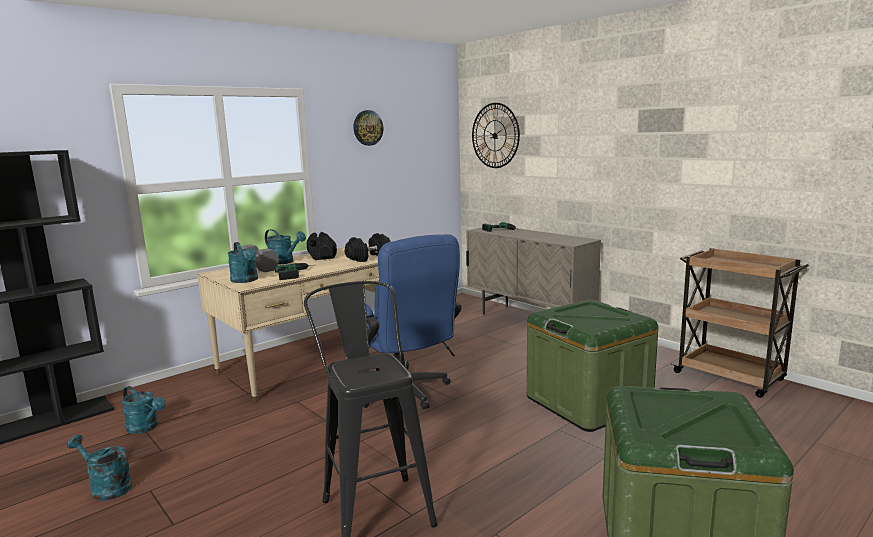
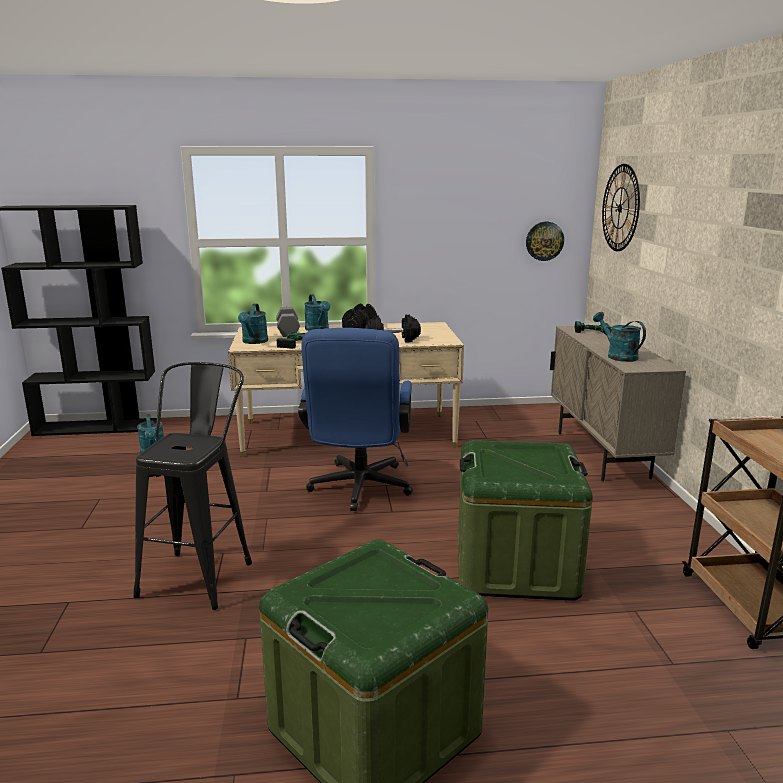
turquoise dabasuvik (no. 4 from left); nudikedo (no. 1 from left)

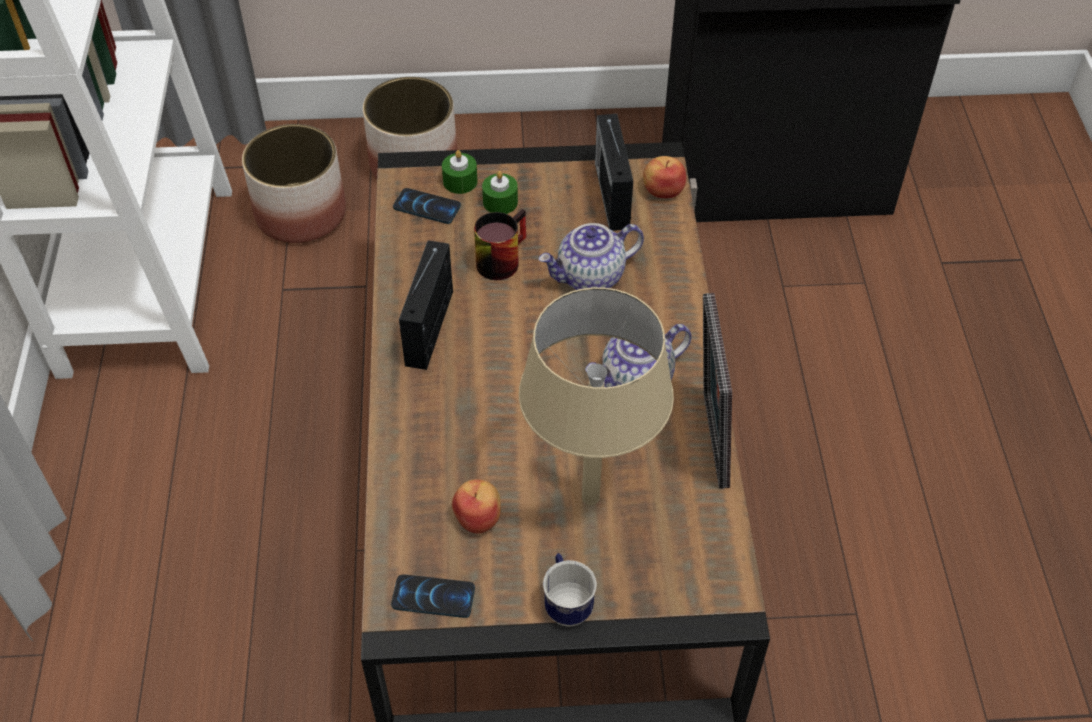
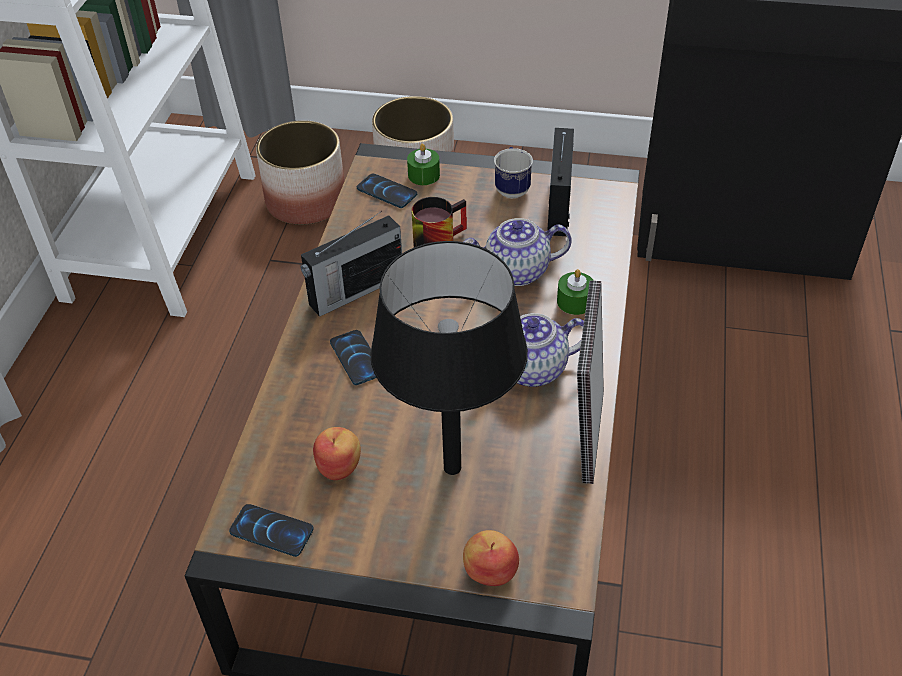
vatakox (no. 1 from left); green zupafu (no. 2 from left); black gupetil; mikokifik (no. 2 from left); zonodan (no. 2 from left); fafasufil (no. 2 from left)

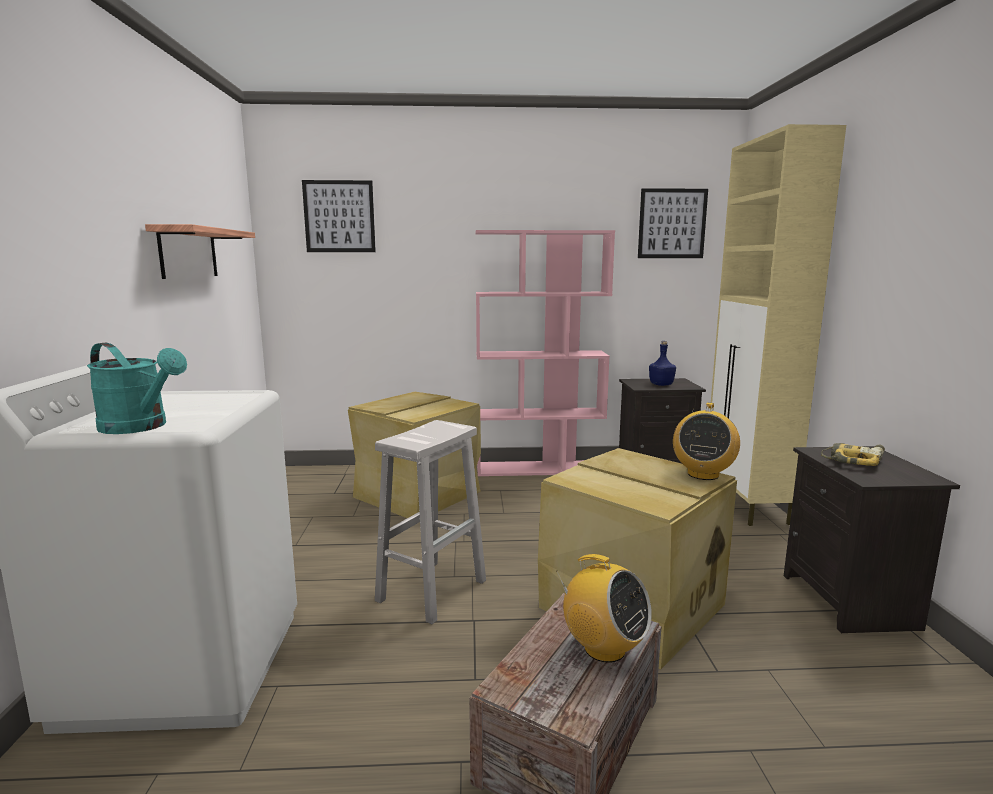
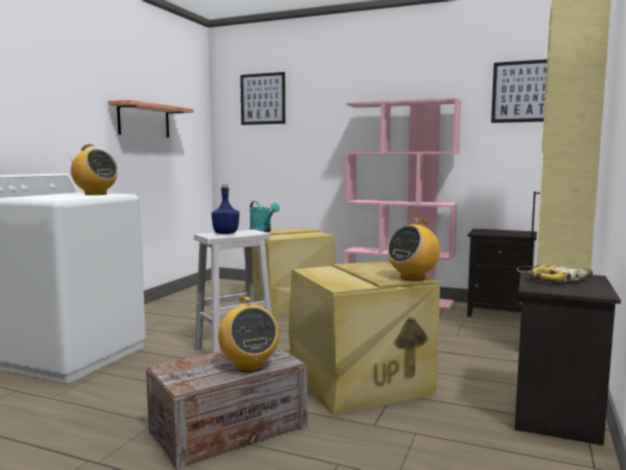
turquoise dabasuvik; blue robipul; vatakox (no. 1 from left)

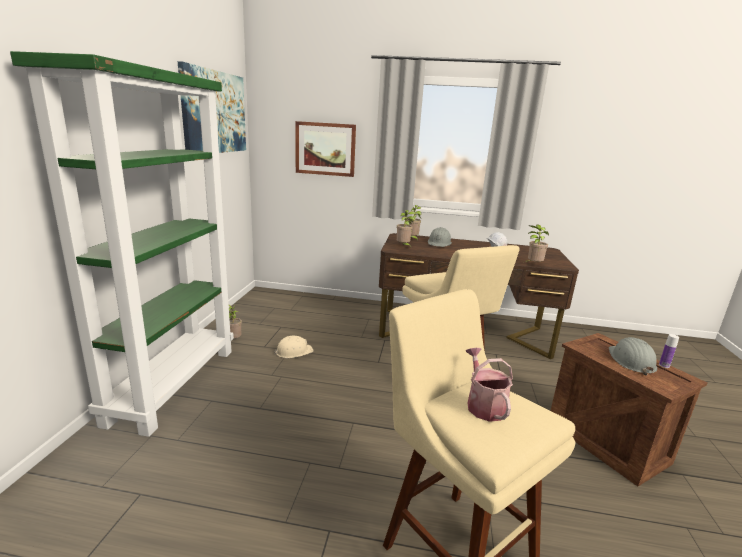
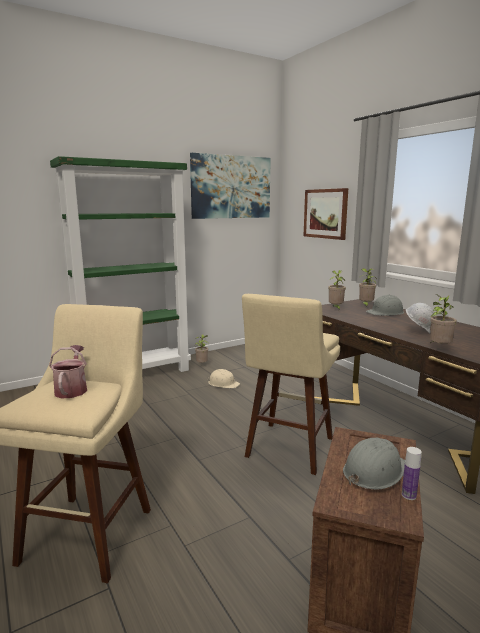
dabasuvik

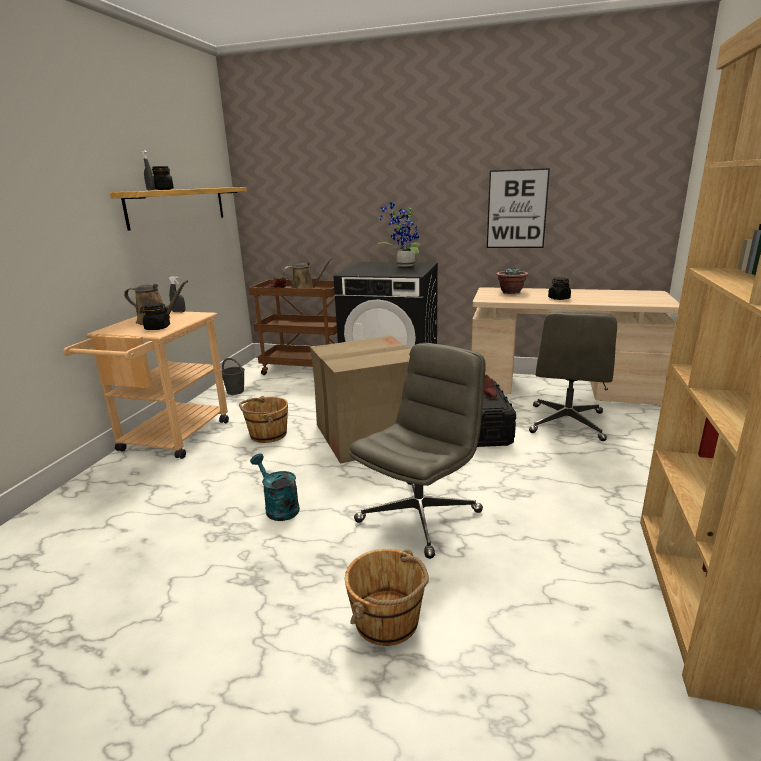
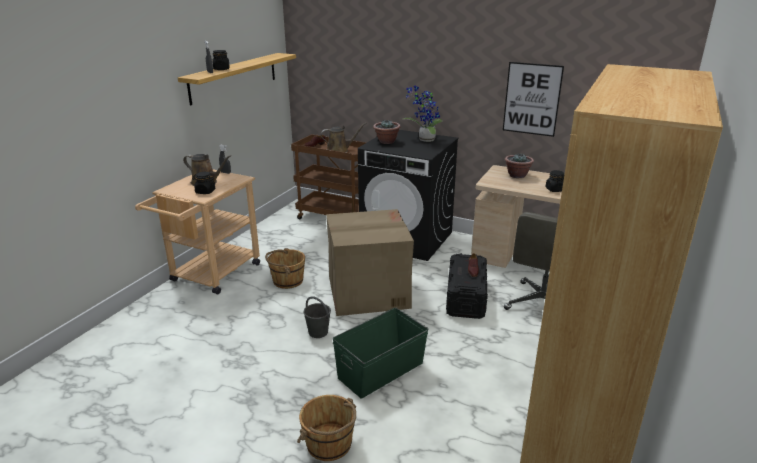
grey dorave; turquoise dabasuvik; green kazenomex; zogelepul (no. 1 from left)

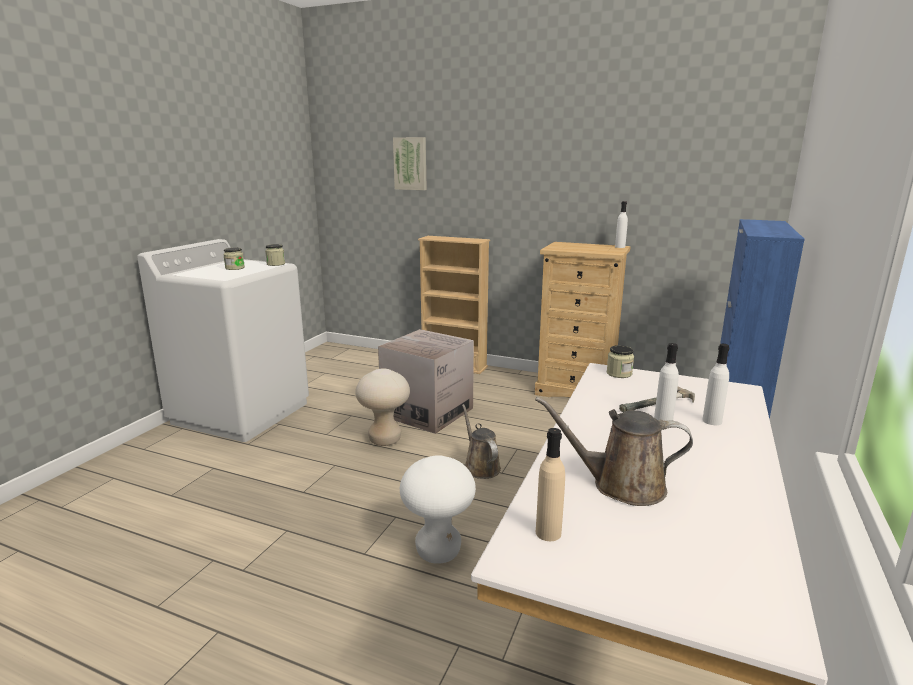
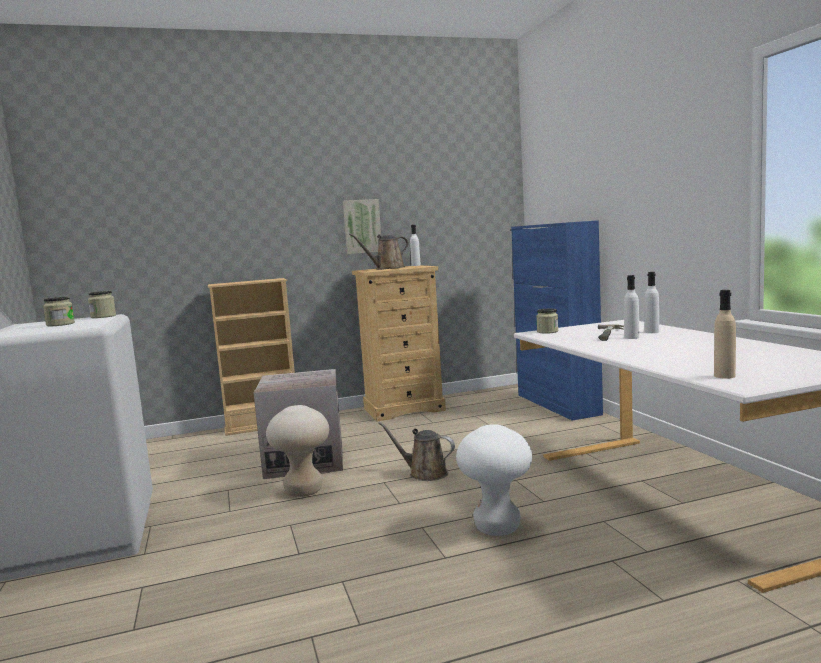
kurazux; brown dabasuvik (no. 1 from left)

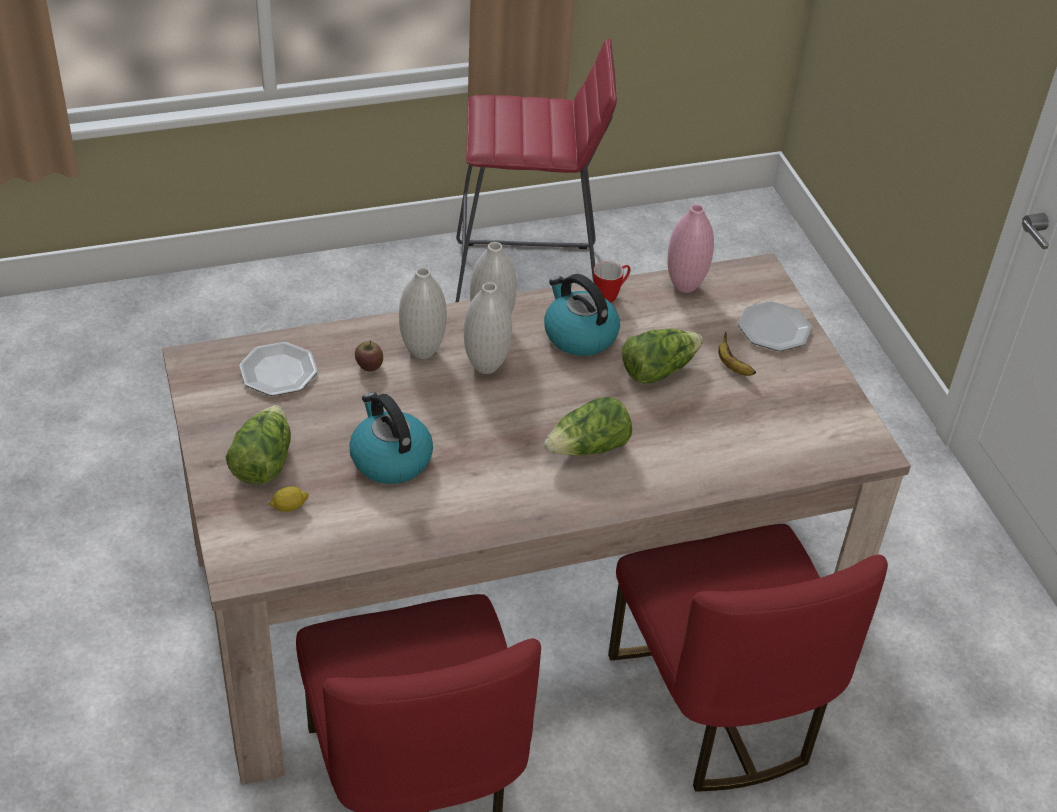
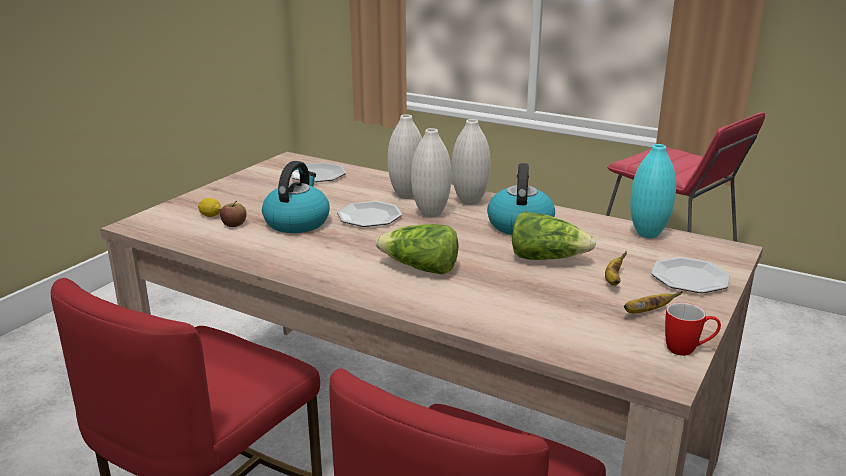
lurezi (no. 1 from left in the first image); zonodan; mikokifik; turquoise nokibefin; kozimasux (no. 2 from left); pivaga (no. 2 from left)

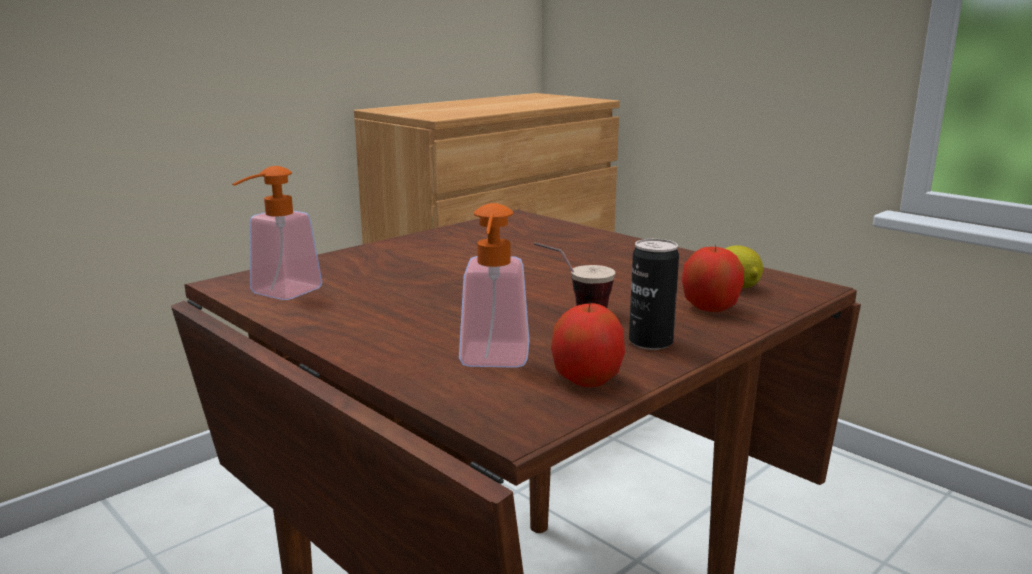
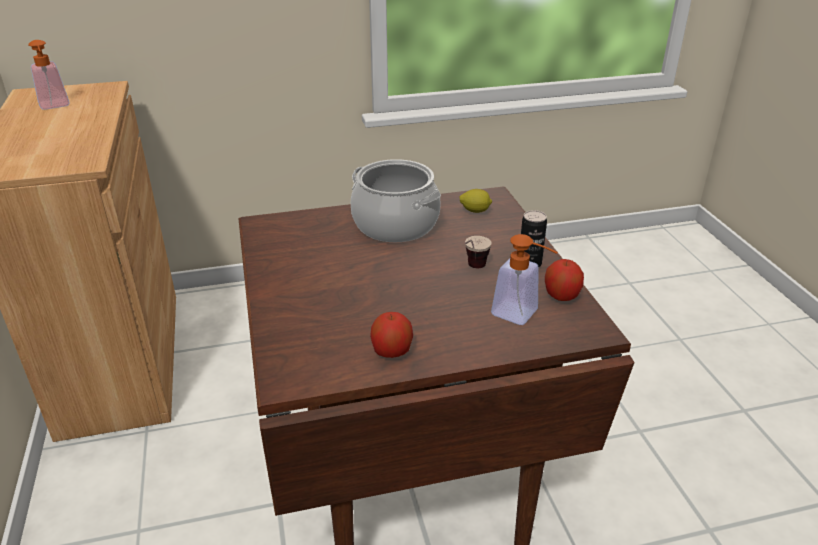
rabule (no. 1 from left); zonodan (no. 1 from left); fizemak

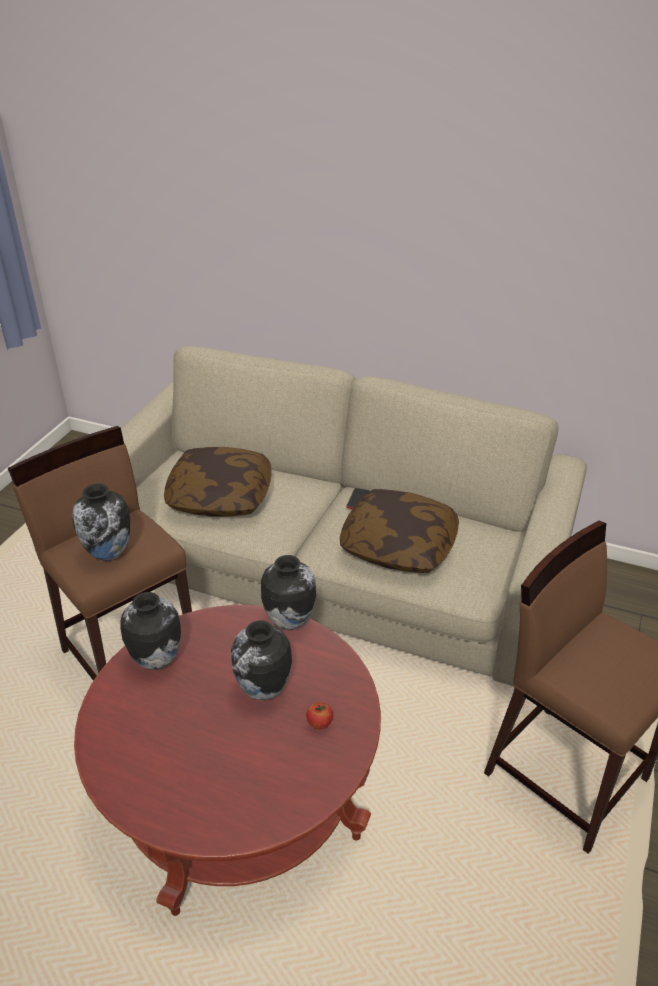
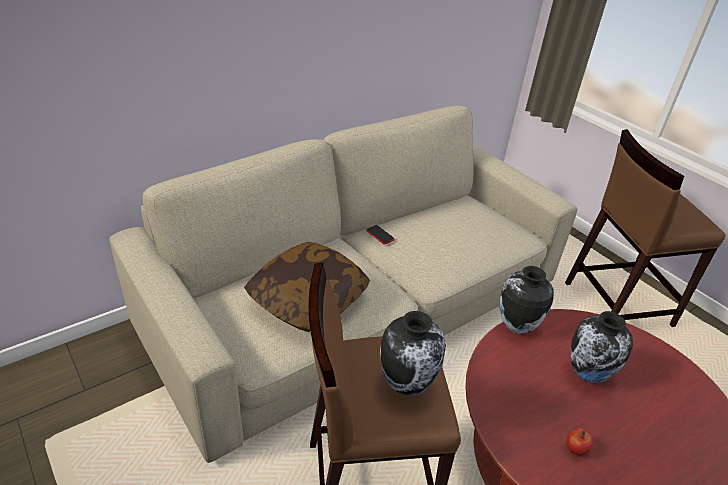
nokibefin (no. 2 from left in the first image); zonodan; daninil (no. 2 from left in the first image)

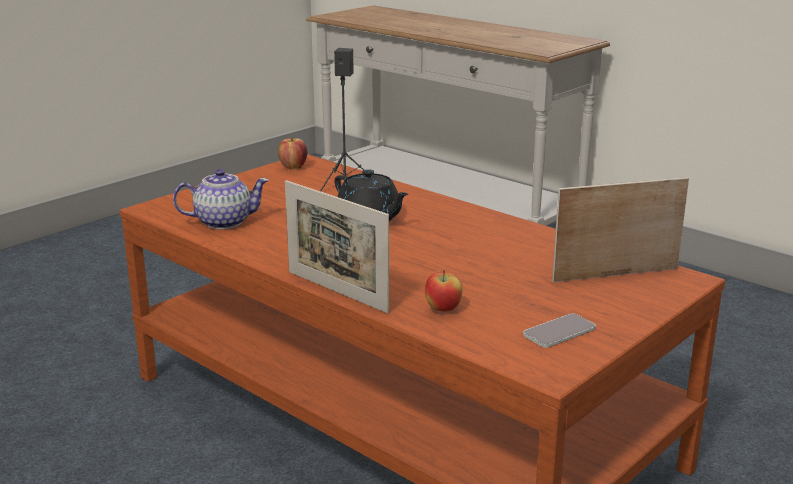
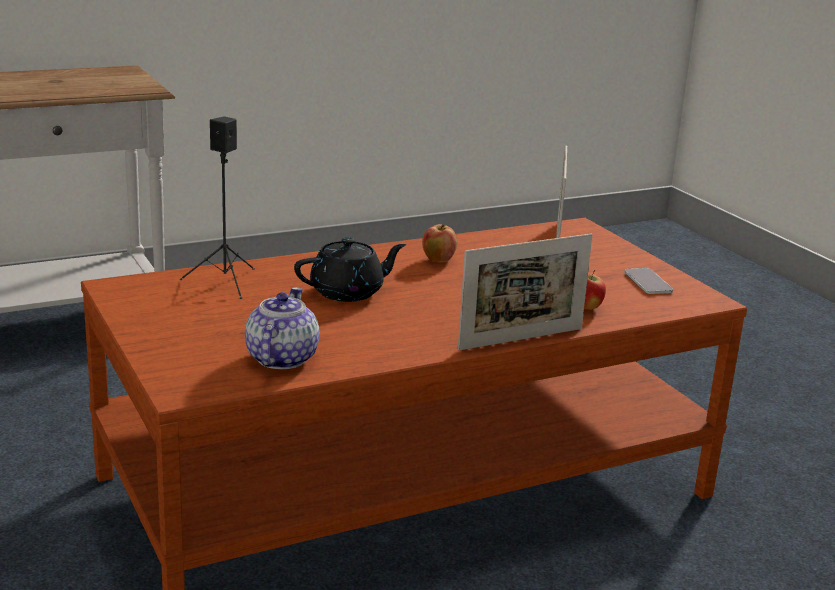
zonodan (no. 1 from left)

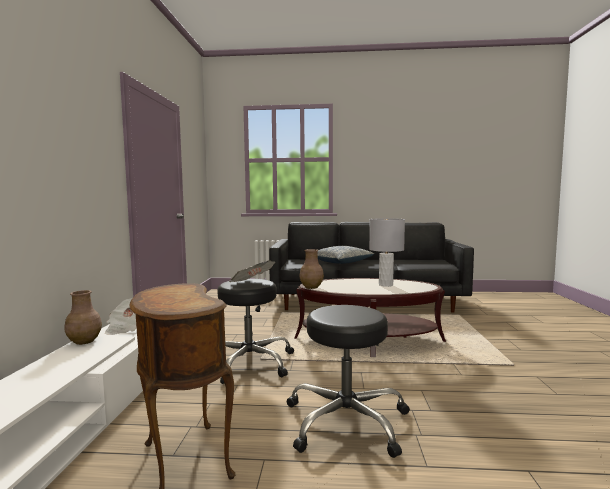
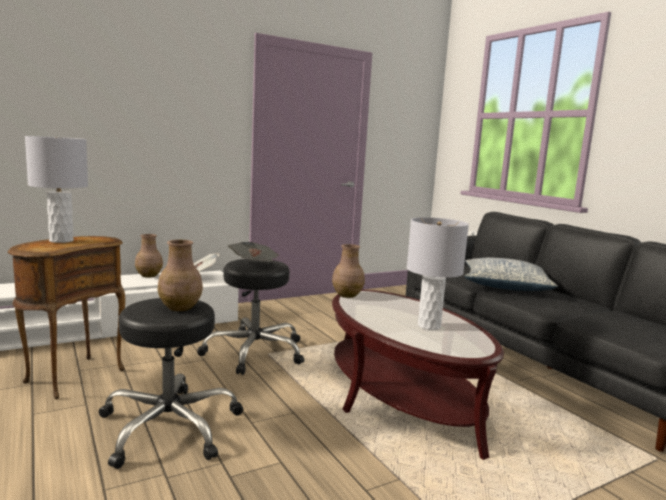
grey gupetil (no. 1 from left); brown nokibefin (no. 2 from left)

